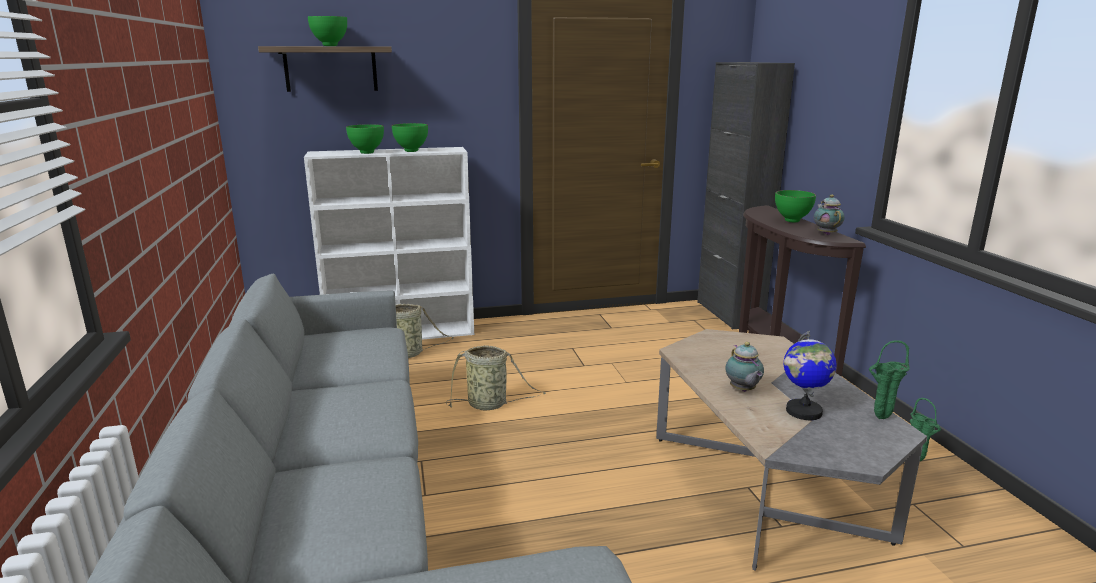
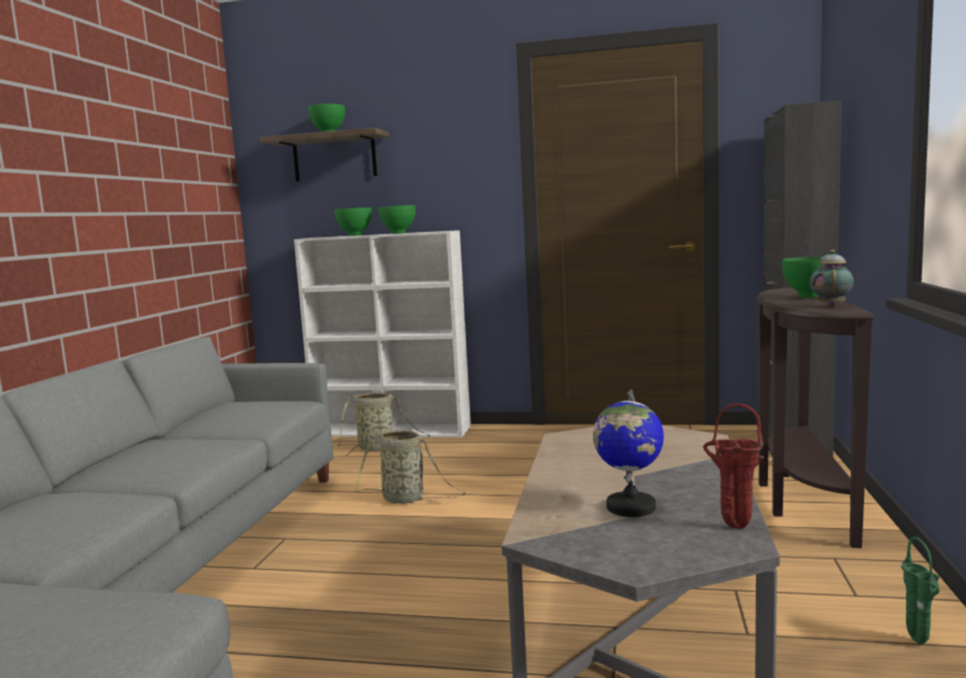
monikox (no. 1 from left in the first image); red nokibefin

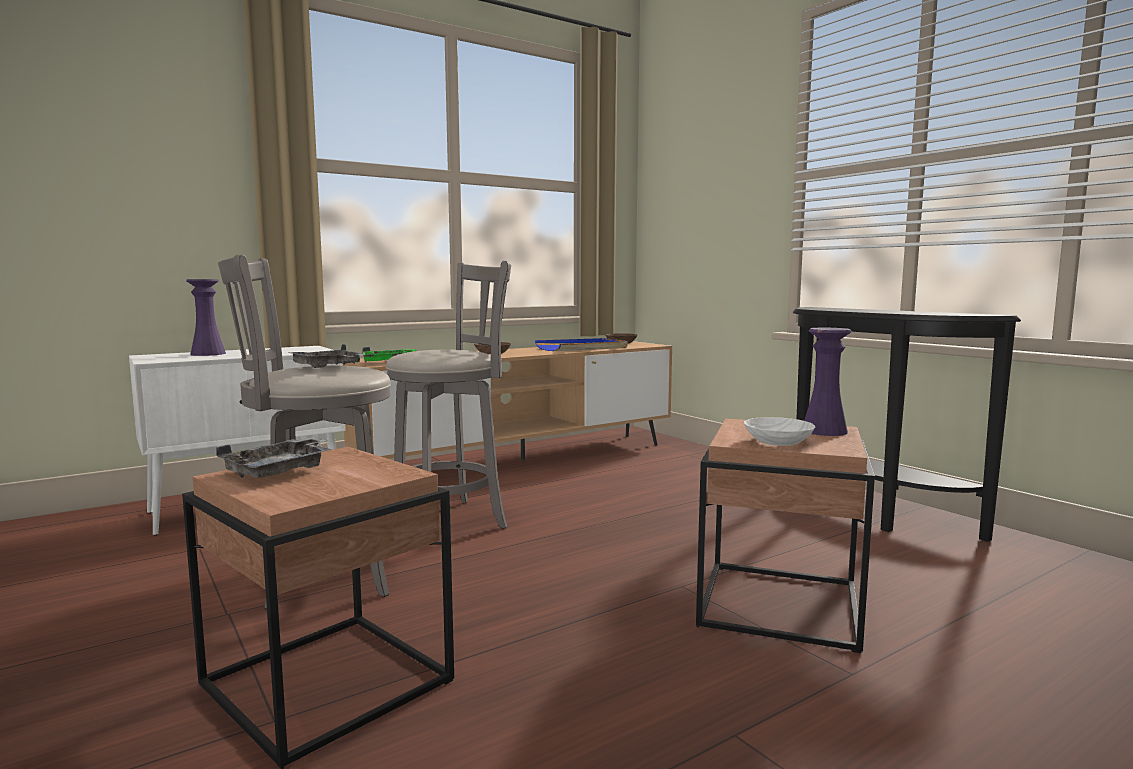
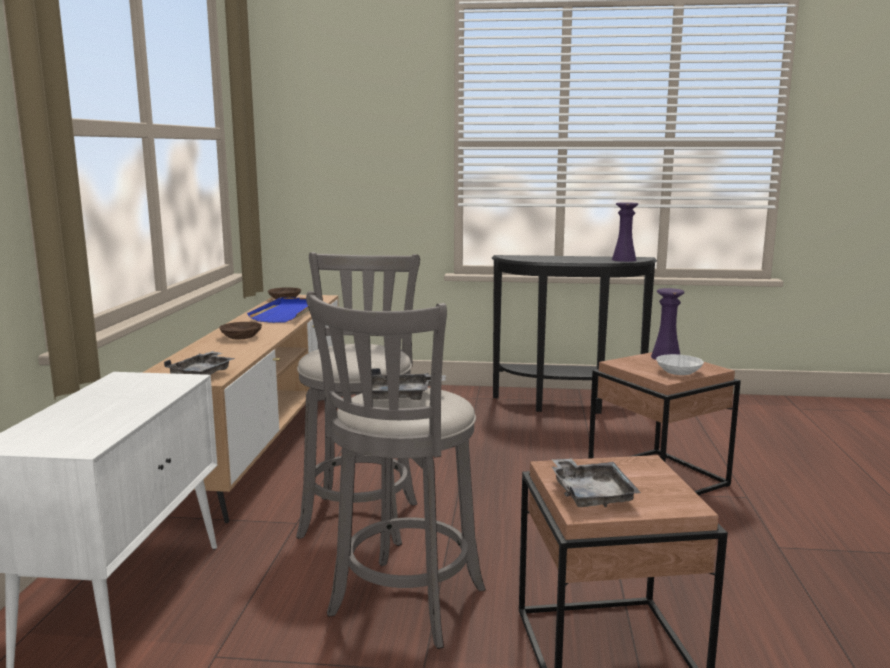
purple nokibefin (no. 1 from left); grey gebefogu (no. 1 from left)

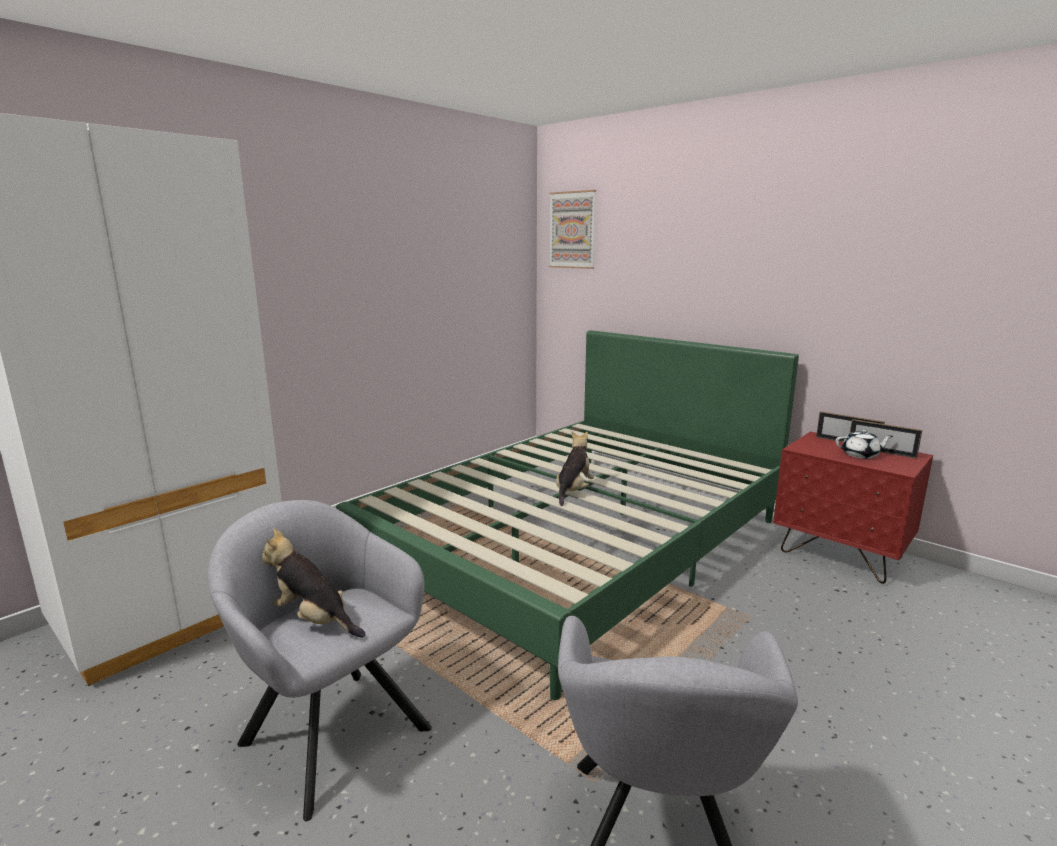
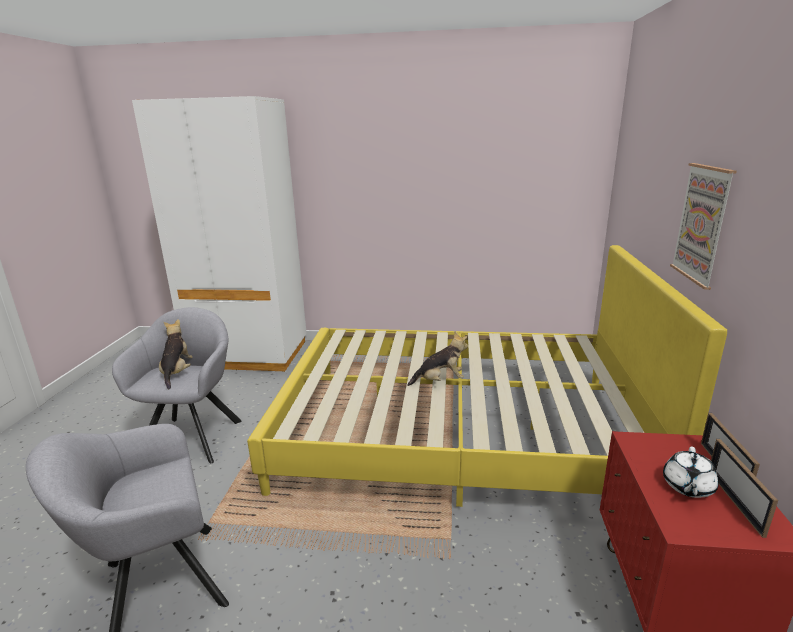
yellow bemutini; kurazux; white monikox

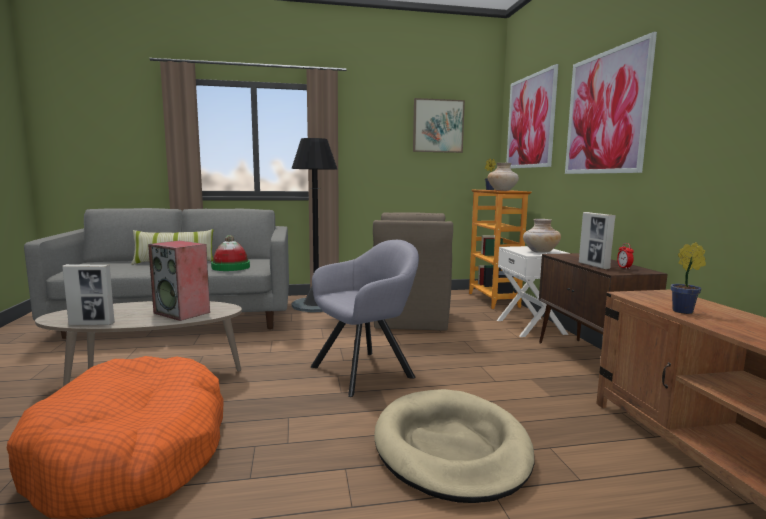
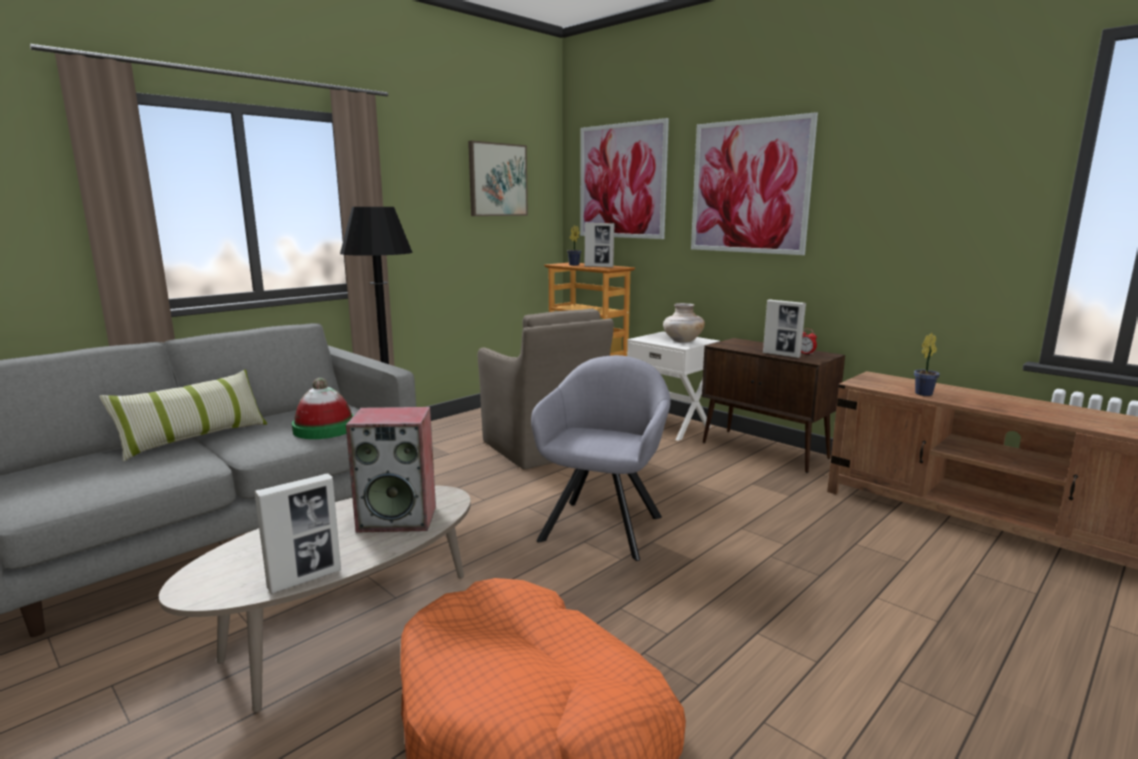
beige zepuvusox; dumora (no. 2 from left)

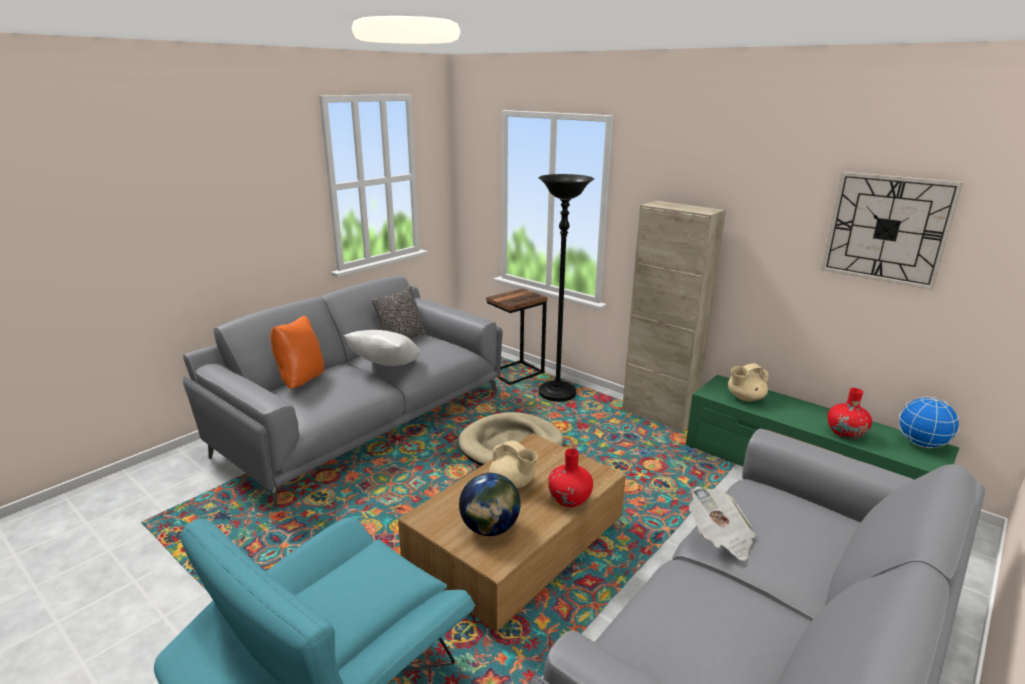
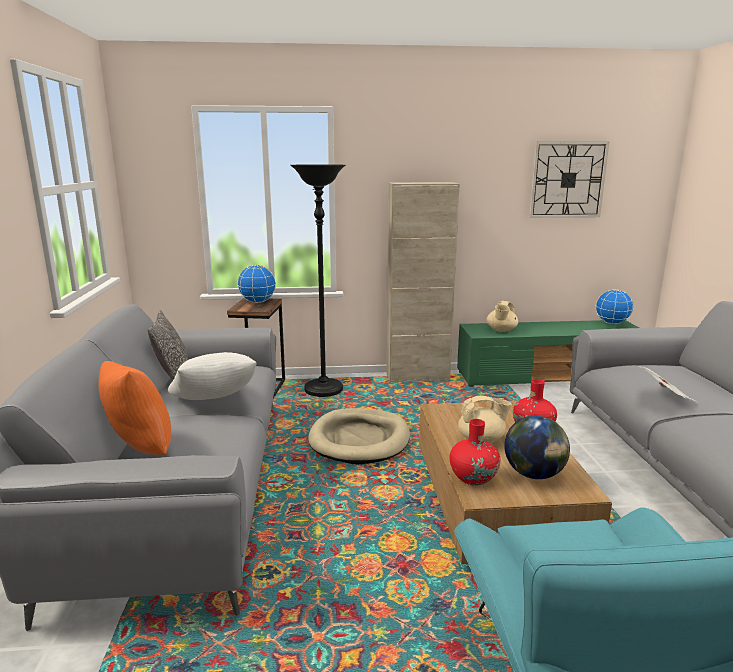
red nokibefin (no. 1 from left); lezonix (no. 1 from left)

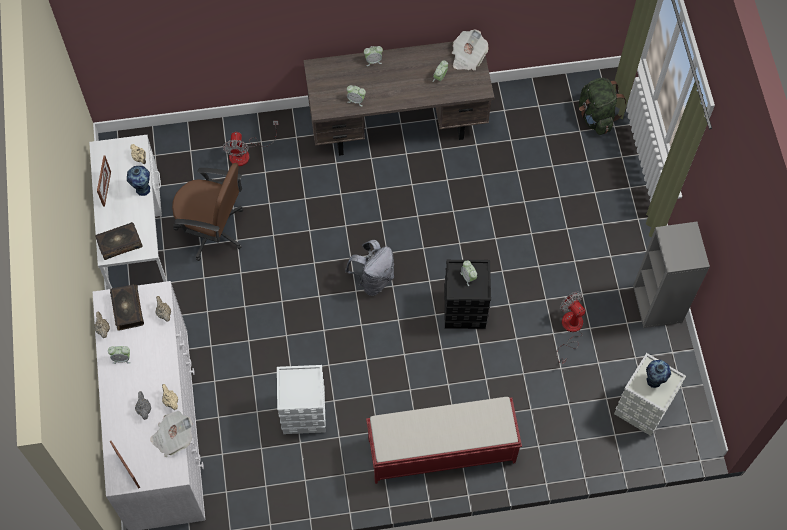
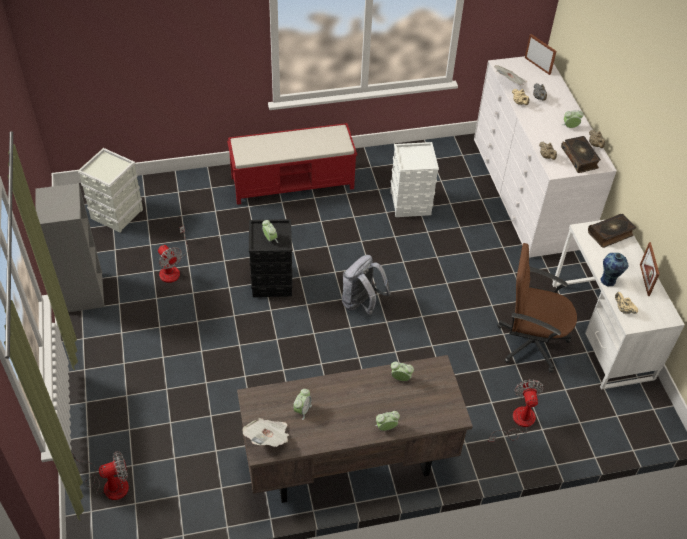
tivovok (no. 1 from left); nokibefin (no. 2 from left in the first image)

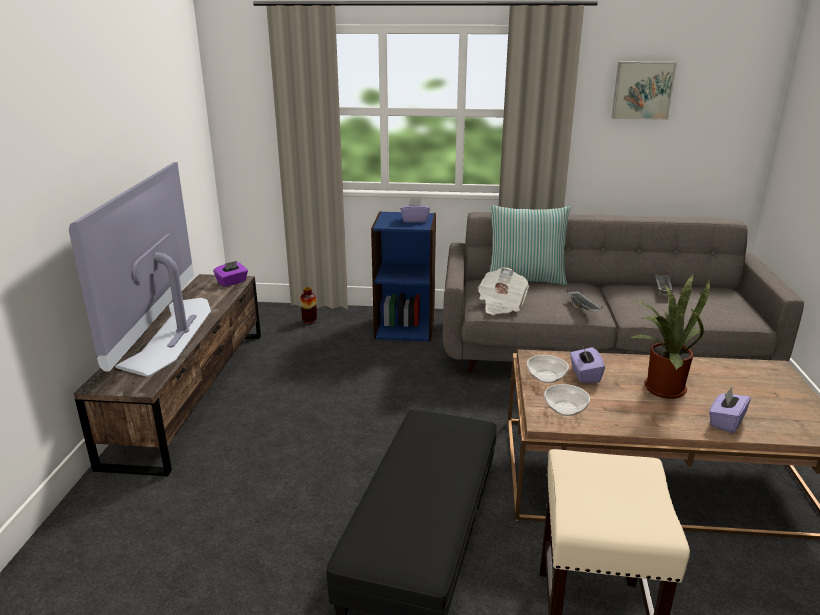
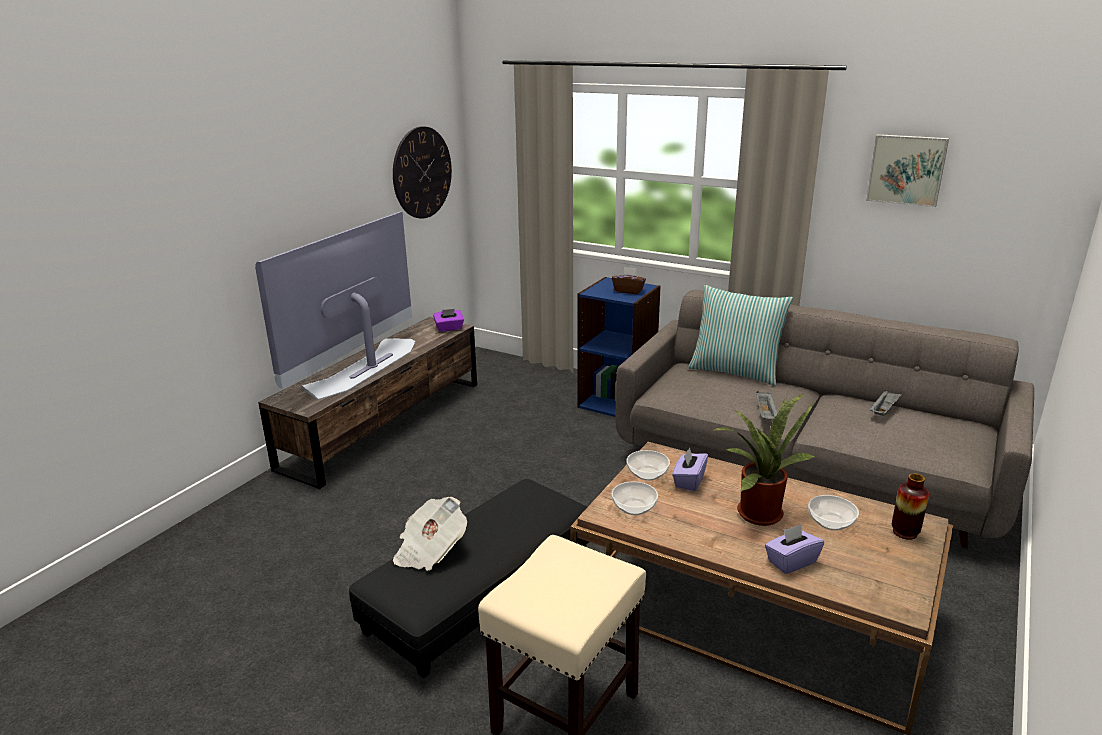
nokibefin; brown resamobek; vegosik; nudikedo; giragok (no. 3 from left)

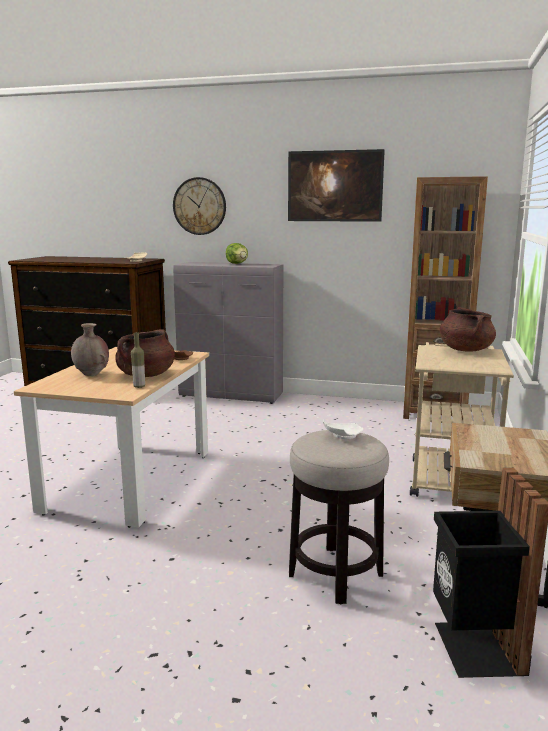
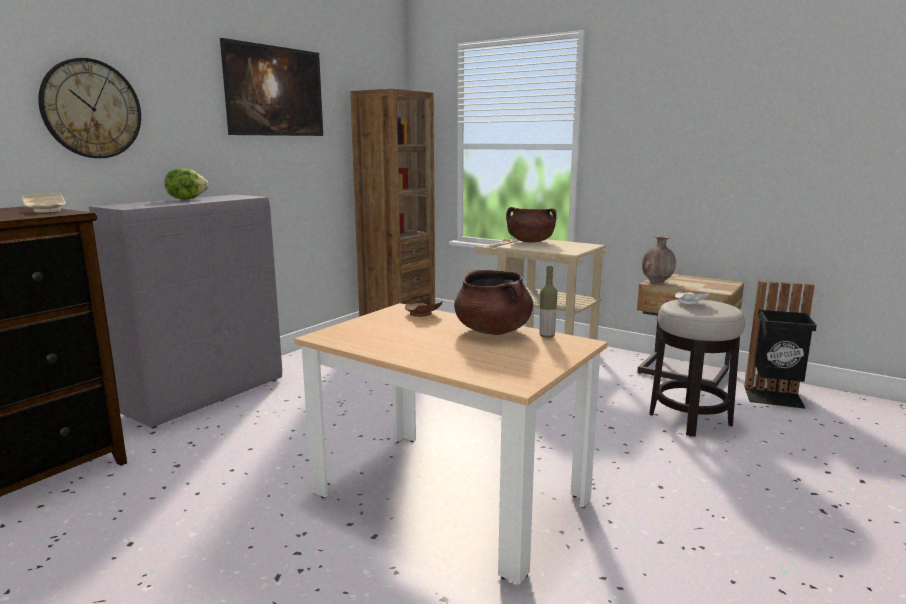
brown nokibefin

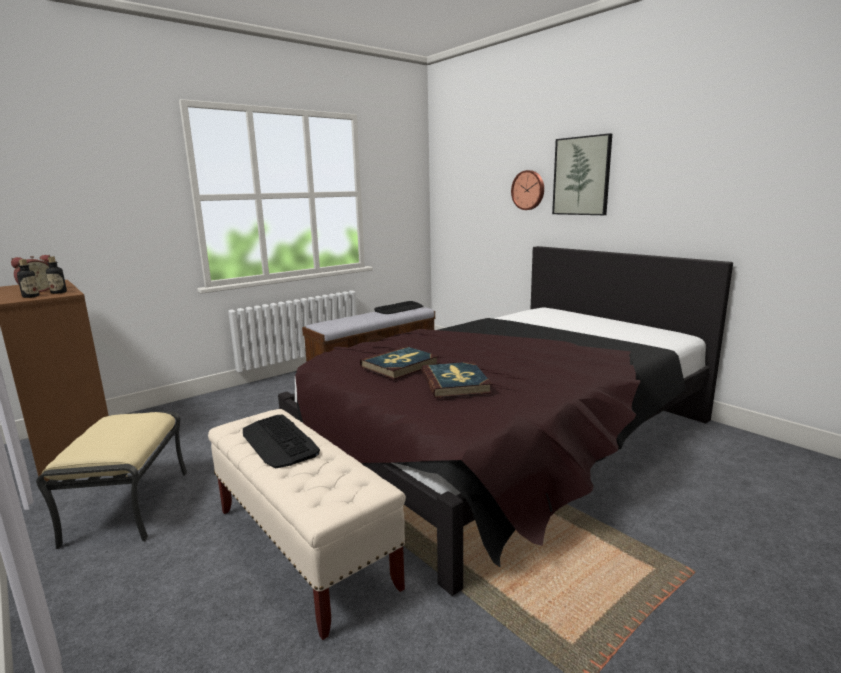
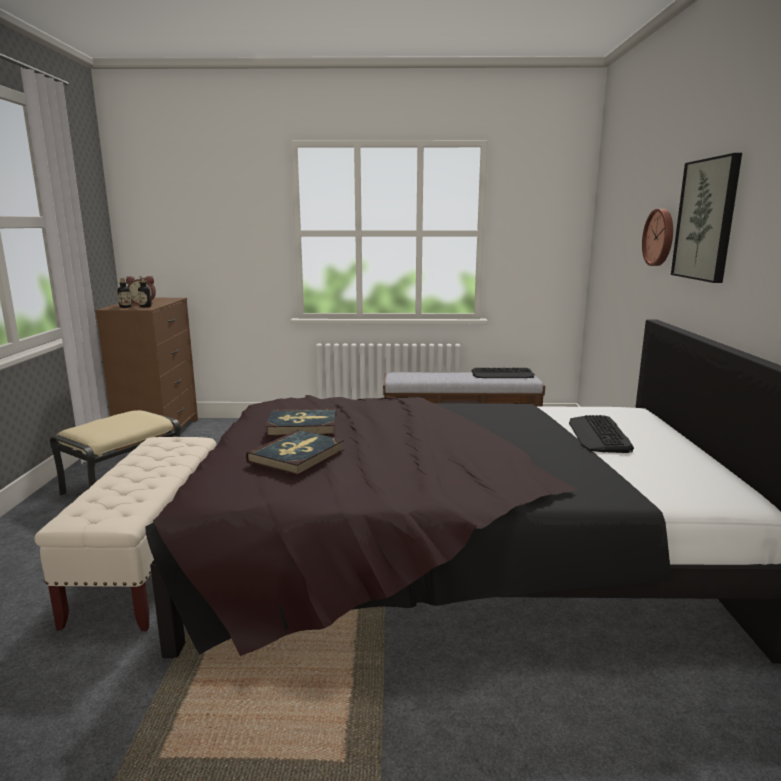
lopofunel (no. 2 from left)

